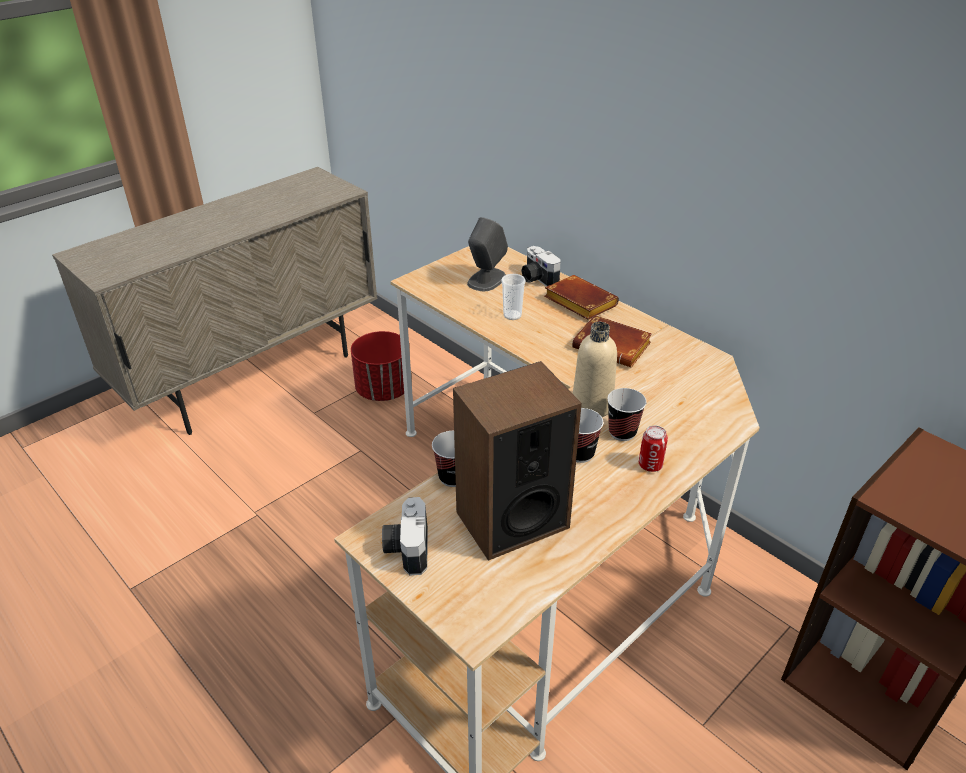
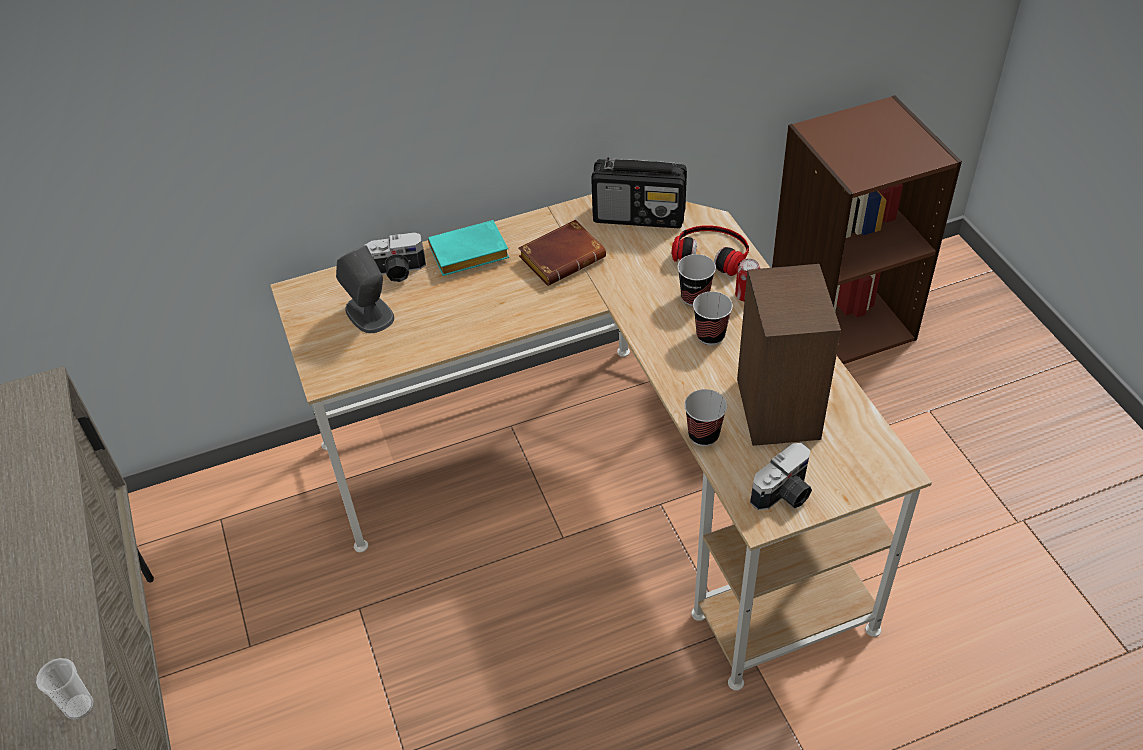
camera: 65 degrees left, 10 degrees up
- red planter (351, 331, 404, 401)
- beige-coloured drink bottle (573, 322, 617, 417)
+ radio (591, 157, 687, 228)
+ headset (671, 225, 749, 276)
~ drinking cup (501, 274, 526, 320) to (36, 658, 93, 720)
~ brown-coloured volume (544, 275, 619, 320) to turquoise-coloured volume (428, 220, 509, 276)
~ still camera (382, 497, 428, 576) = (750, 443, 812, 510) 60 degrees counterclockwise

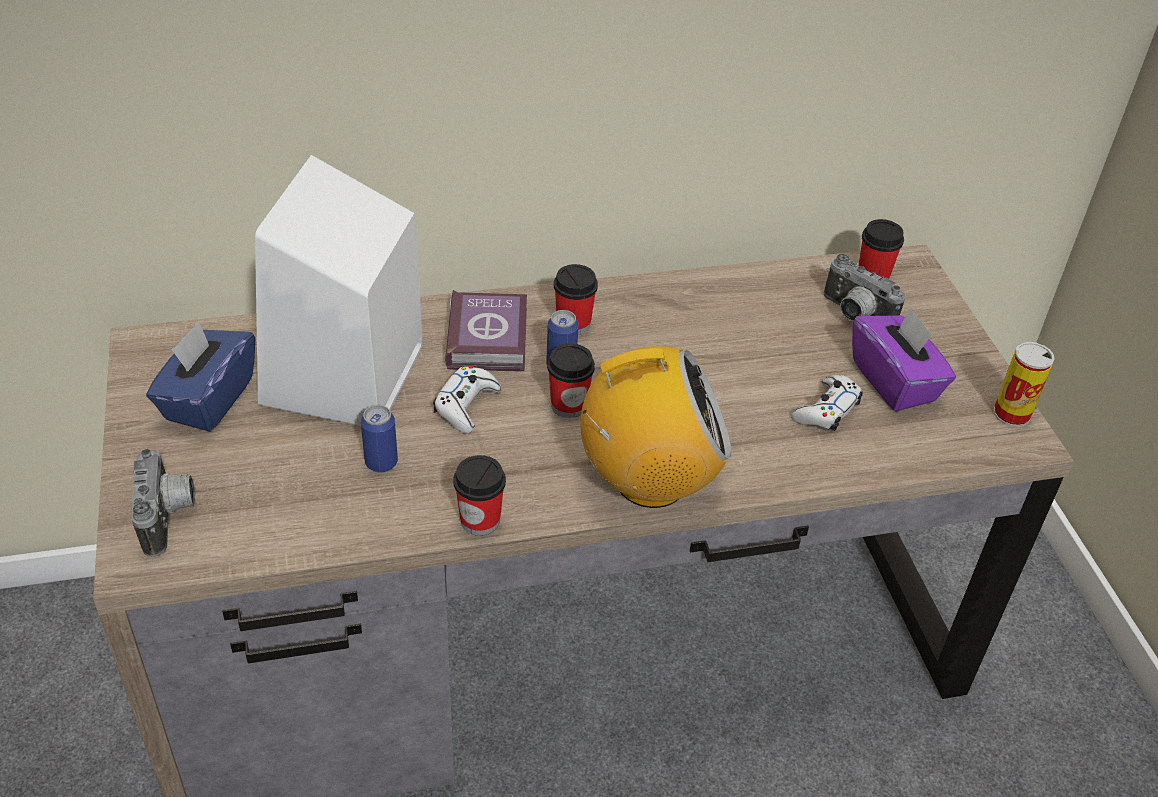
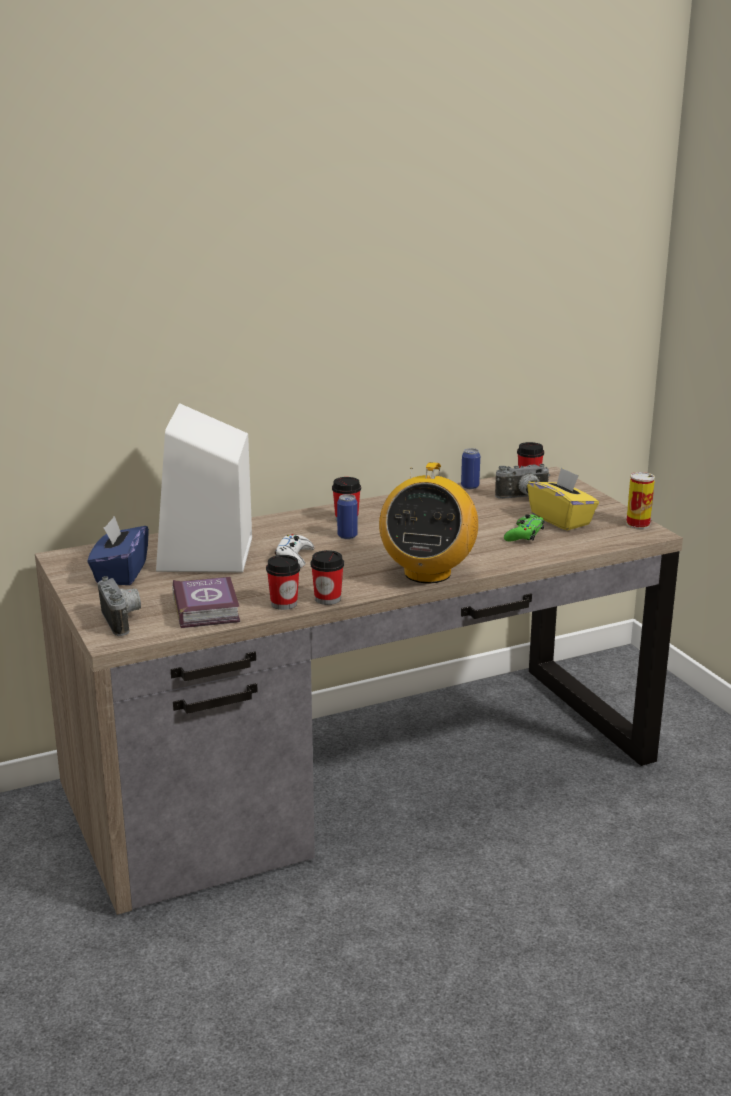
camera: 10 degrees left, 20 degrees down
~ can (361, 405, 398, 473) to (461, 448, 480, 489)
~ volume (445, 290, 527, 372) to (172, 577, 240, 628)
~ drinking cup (547, 343, 595, 418) to (266, 555, 300, 610)
~ white-coloured joypad (792, 375, 863, 431) to green-coloured joypad (504, 514, 545, 541)
~ purplish box of tissues (852, 307, 956, 411) to yellow-coloured box of tissues (527, 467, 599, 531)
~ radio (580, 346, 732, 508) = (379, 462, 478, 583) 120 degrees clockwise
~ still camera (824, 254, 906, 321) = (495, 464, 550, 499) 45 degrees counterclockwise

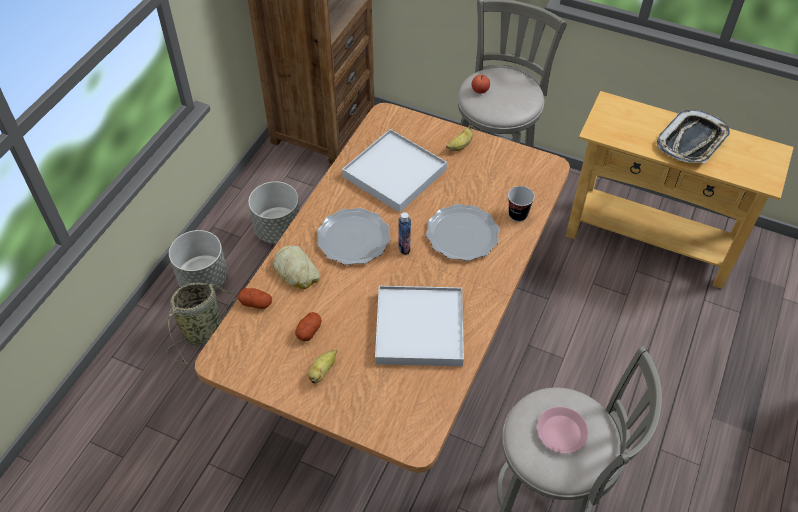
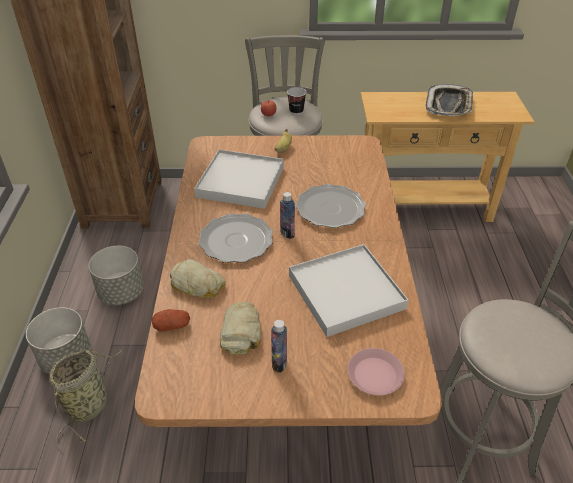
camera: 25 degrees left, 10 degrees down
~ drinking cup (508, 186, 535, 222) to (287, 87, 307, 115)
~ pink plate (537, 407, 588, 454) to (347, 348, 405, 396)
~ spud (295, 312, 322, 341) to baked bread (220, 301, 261, 355)
~ whole banana (308, 349, 337, 383) to drink bottle (271, 320, 287, 373)

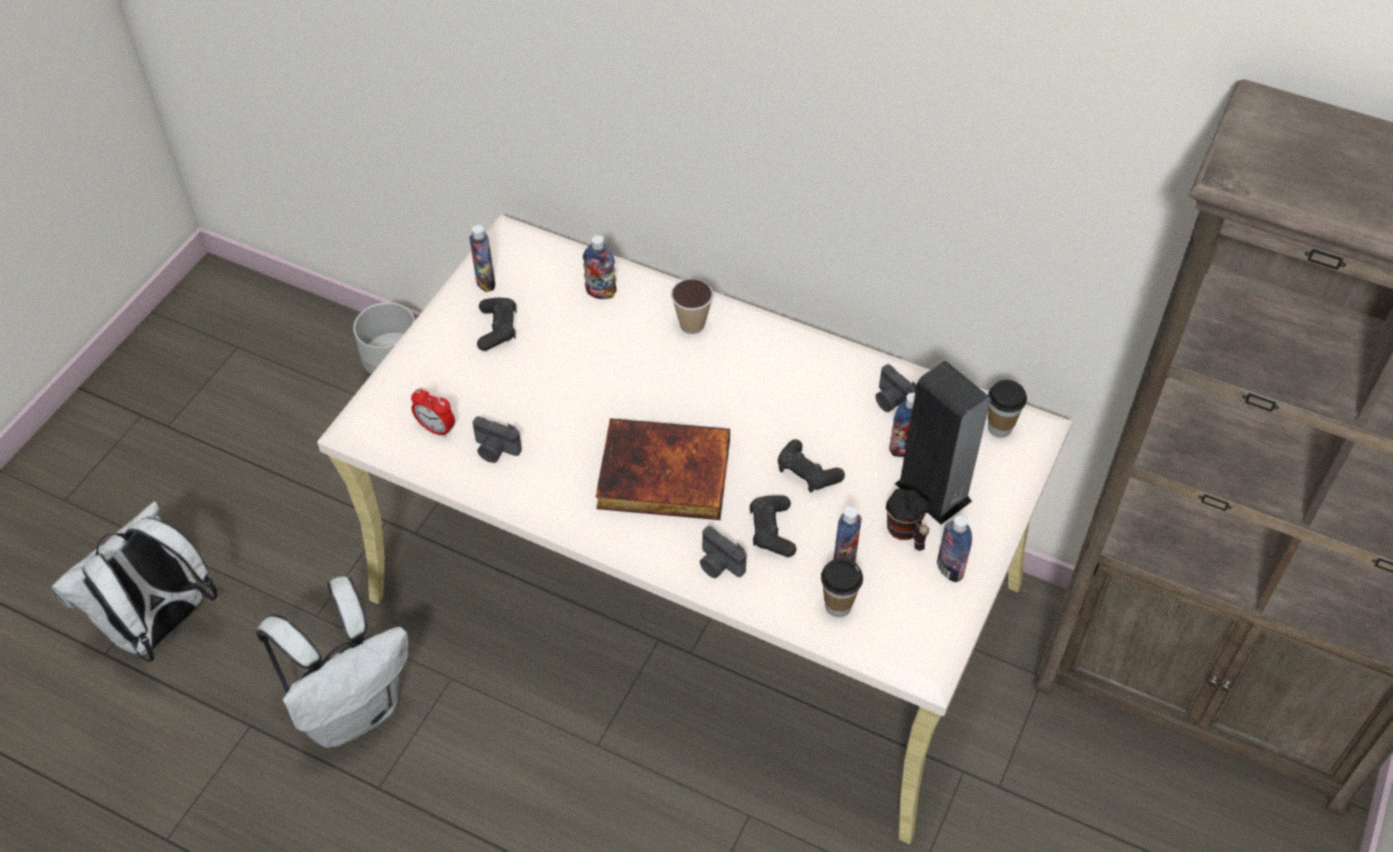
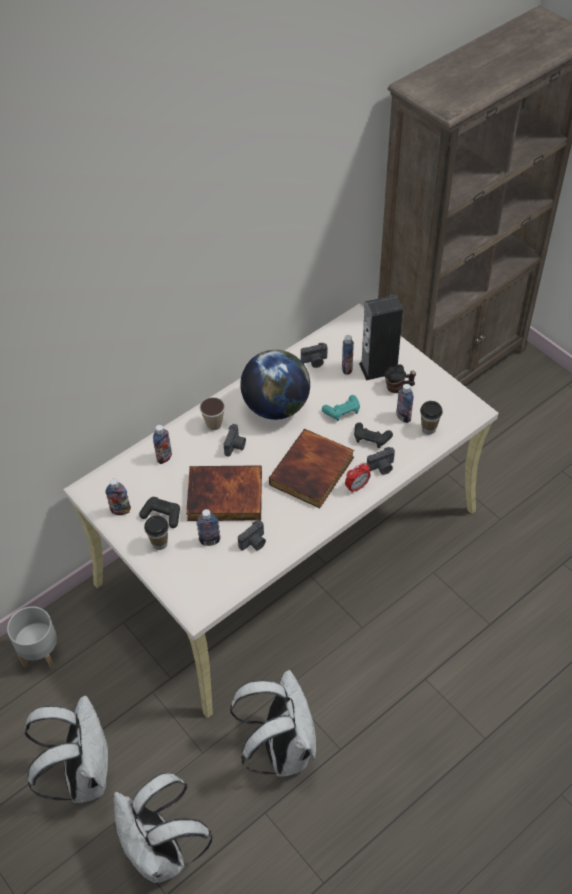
camera: 65 degrees left, 0 degrees up
+ white-coloured backpack (25, 696, 109, 803)
+ volume (186, 465, 262, 521)
+ still camera (224, 424, 246, 457)
+ desk globe (240, 349, 310, 420)
~ bedside clock (411, 388, 455, 438) to (345, 463, 371, 493)
~ drink bottle (937, 515, 972, 582) to (197, 509, 221, 546)
~ drinking cup (988, 380, 1027, 438) to (144, 515, 169, 550)
~ black joypad (778, 439, 845, 493) to turquoise-coloured joypad (322, 395, 360, 421)

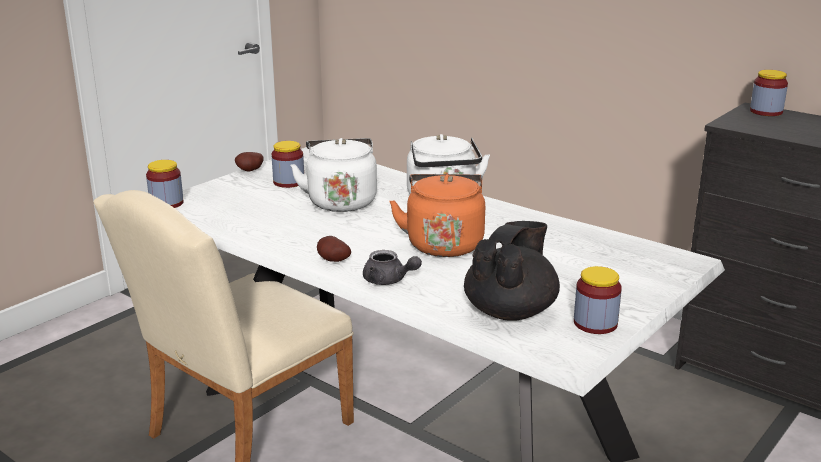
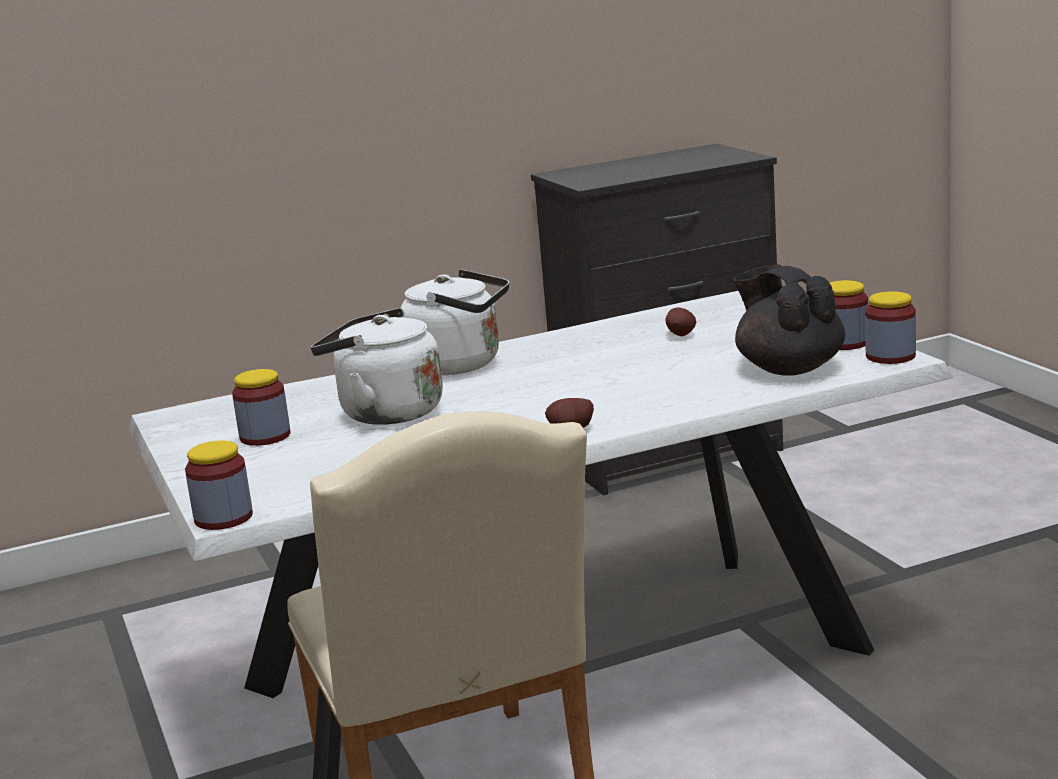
camera: 60 degrees left, 5 degrees down
- gray tea pot (363, 250, 422, 285)
- orange tea kettle (389, 174, 485, 257)
~ spud (235, 152, 264, 172) to (666, 307, 696, 336)
~ storage jar (750, 70, 788, 116) to (865, 291, 916, 364)

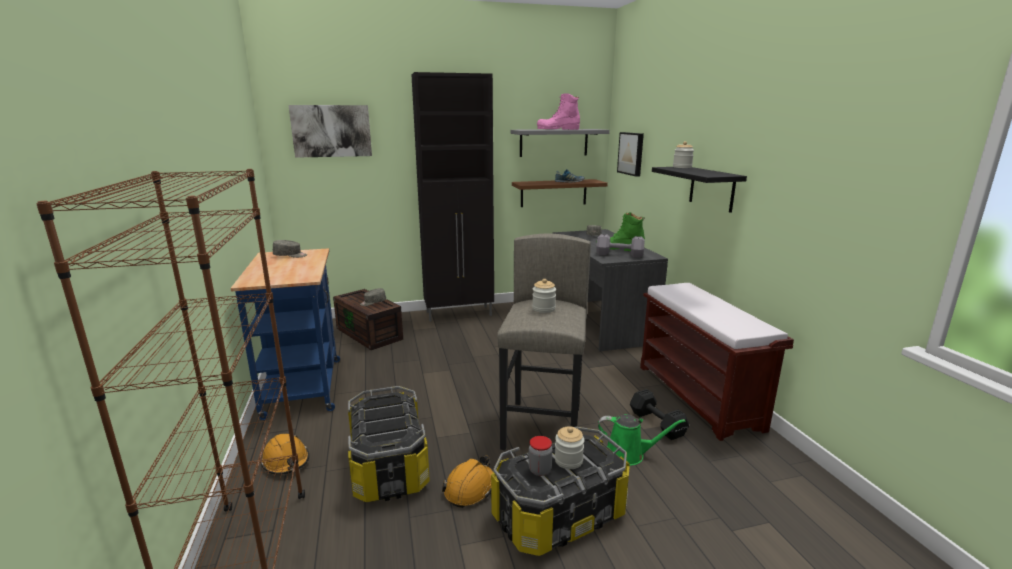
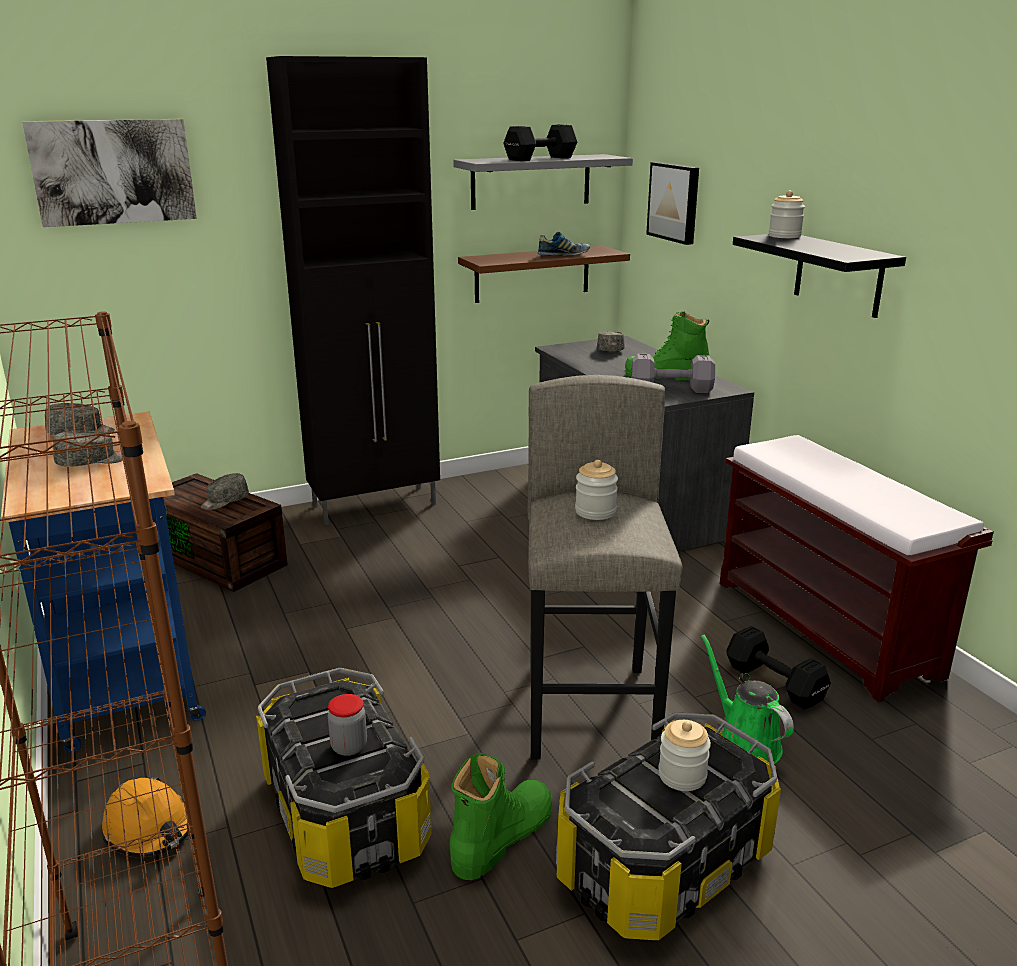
camera: 10 degrees left, 5 degrees up
+ gray peaked cap (53, 431, 123, 467)
~ storage jar (529, 436, 552, 476) to (328, 694, 367, 756)
~ orange hard hat (442, 455, 493, 508) to green-coloured high-top boot (450, 753, 552, 880)
~ pink high-top boot (537, 93, 580, 130) to black dumbbell (503, 125, 577, 161)
~ green-coloured watering pot (598, 414, 685, 466) = (701, 635, 794, 764) 120 degrees counterclockwise

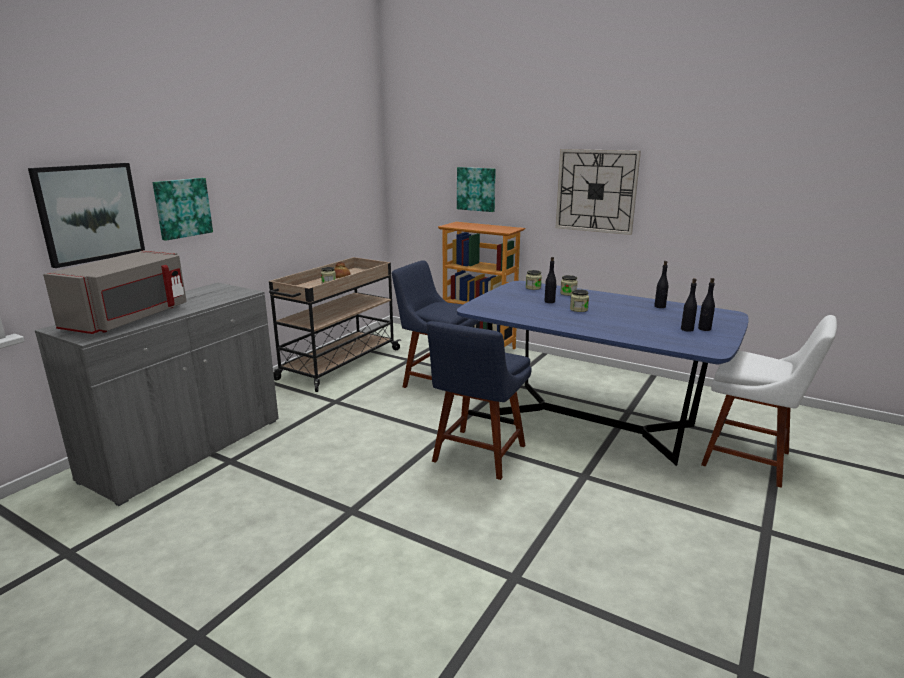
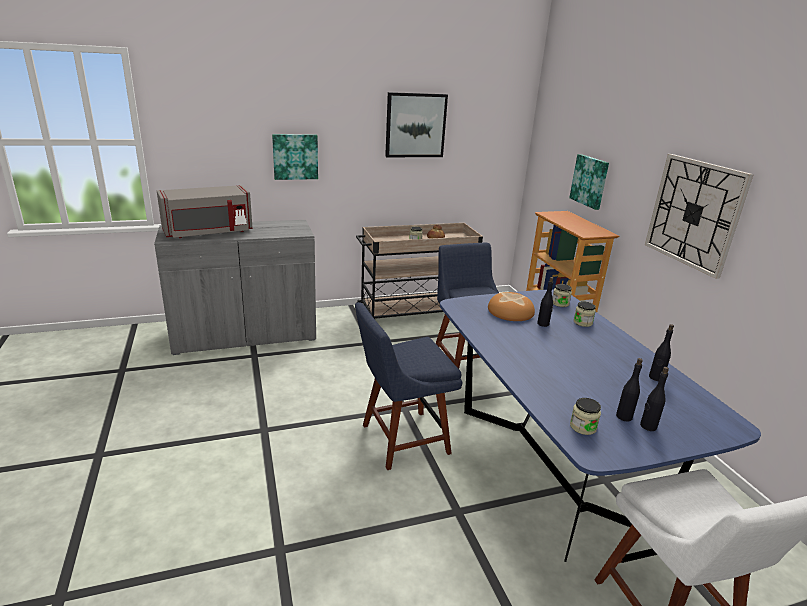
camera: 40 degrees right, 5 degrees up
+ baked bread (488, 292, 535, 321)
~ picture (28, 163, 145, 268) to (385, 92, 448, 157)
~ storage jar (570, 289, 589, 312) to (570, 398, 601, 435)

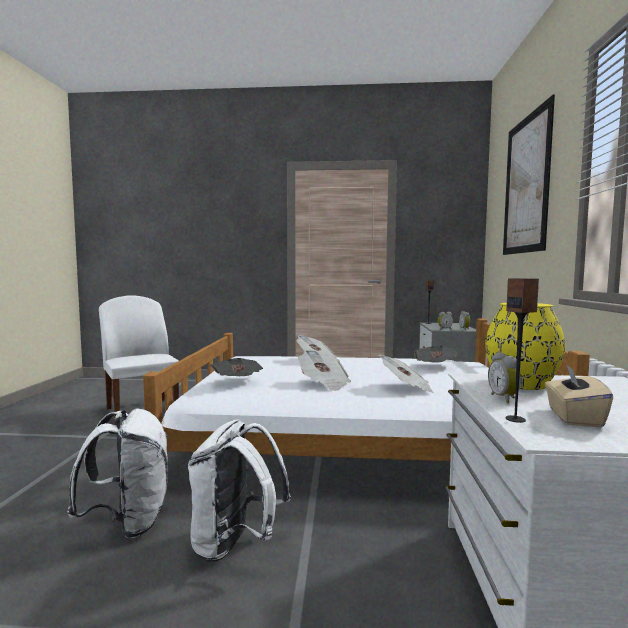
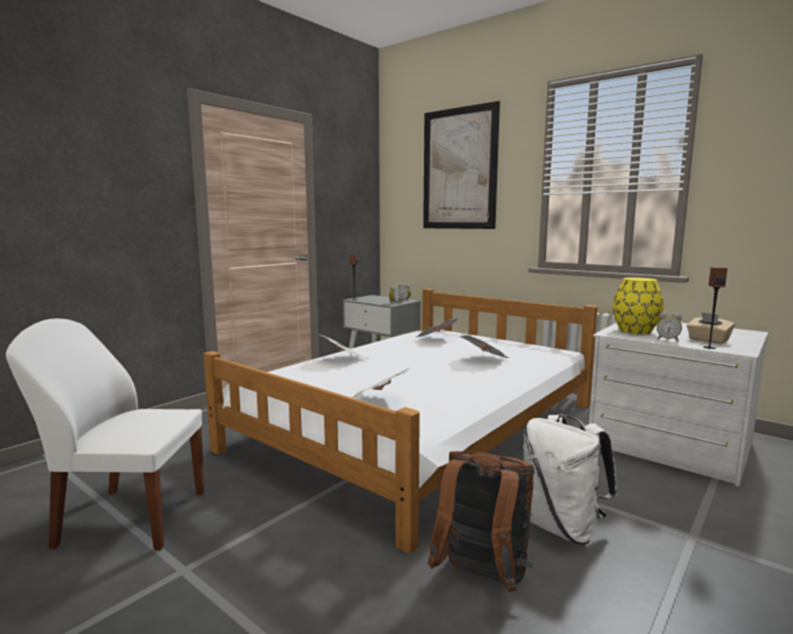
camera: 55 degrees left, 5 degrees up
- daily paper (298, 350, 351, 391)
~ white-coloured backpack (67, 409, 168, 538) to brown-coloured backpack (428, 451, 535, 592)

